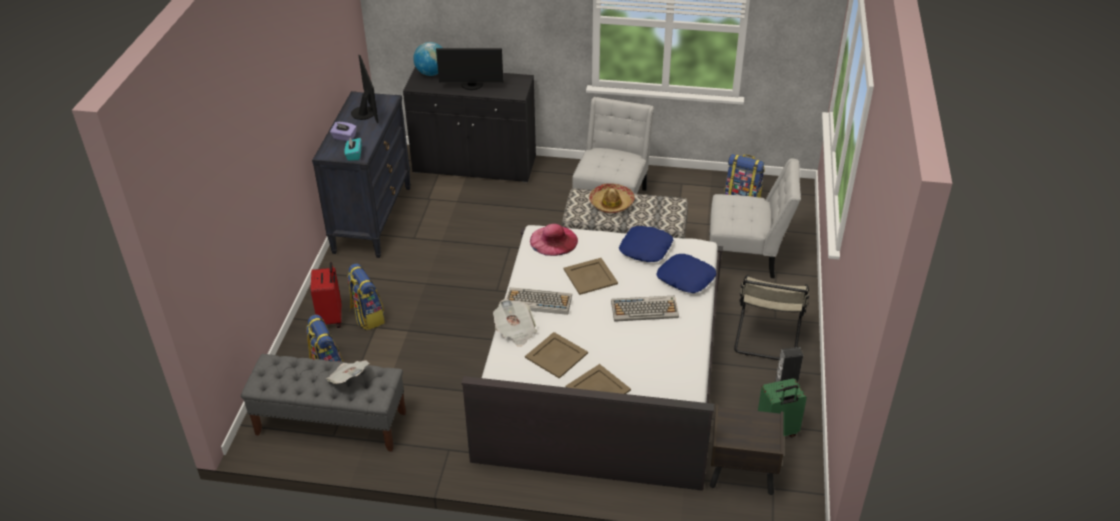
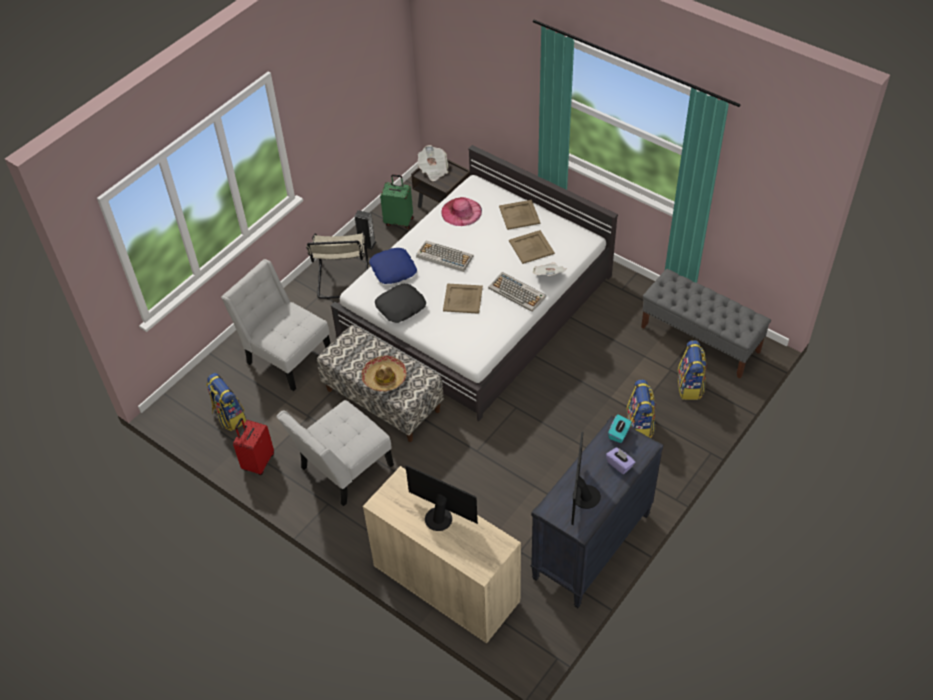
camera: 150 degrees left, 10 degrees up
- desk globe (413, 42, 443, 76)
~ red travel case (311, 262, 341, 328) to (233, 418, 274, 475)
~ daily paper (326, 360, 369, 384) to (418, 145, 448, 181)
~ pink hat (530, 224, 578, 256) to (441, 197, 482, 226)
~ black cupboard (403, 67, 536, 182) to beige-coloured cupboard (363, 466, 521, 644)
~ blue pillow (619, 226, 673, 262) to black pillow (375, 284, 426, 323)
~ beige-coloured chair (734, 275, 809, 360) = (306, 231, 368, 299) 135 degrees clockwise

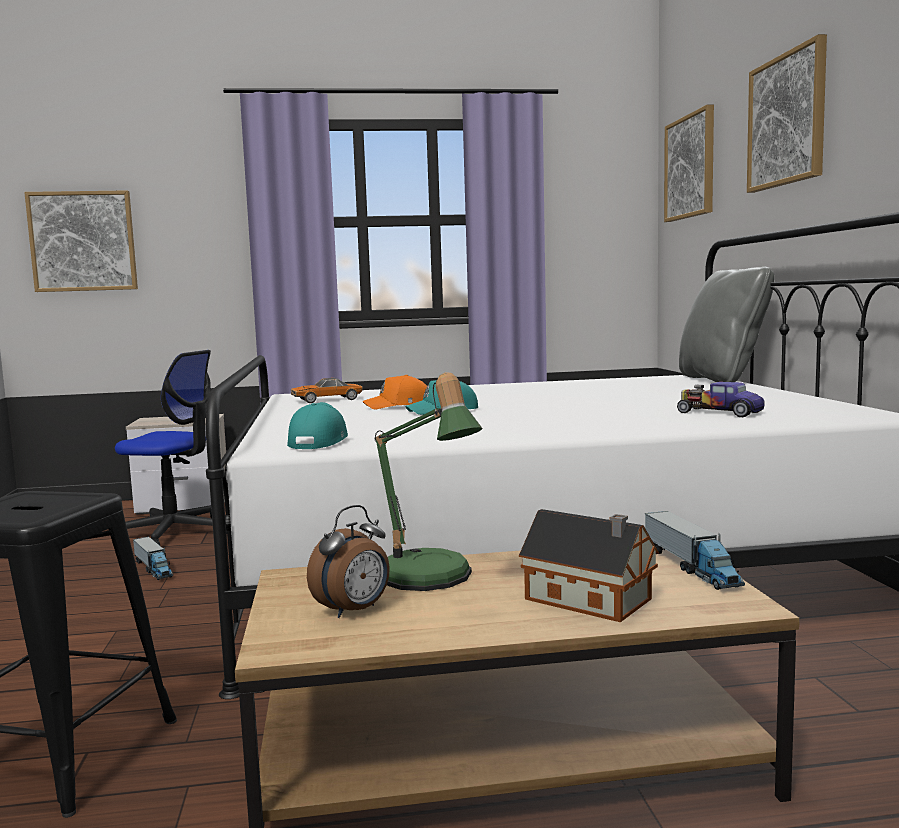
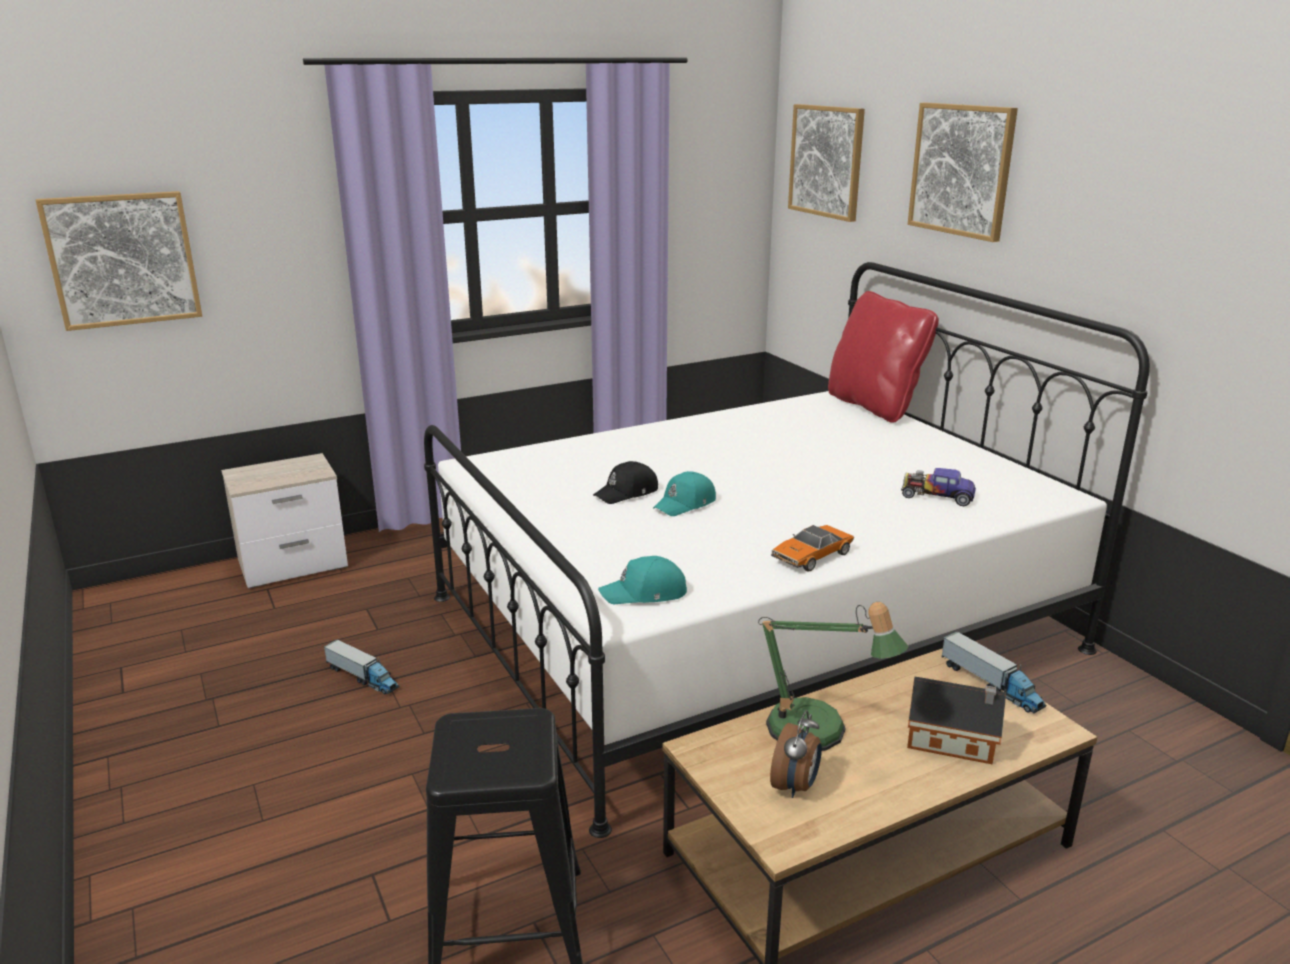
camera: 20 degrees left, 15 degrees up
- desk chair (115, 350, 227, 545)
~ miniature car (291, 378, 363, 403) to (771, 525, 854, 571)
~ orange peaked cap (362, 375, 427, 410) to black peaked cap (593, 461, 658, 504)
~ gray pillow (679, 267, 775, 382) to red pillow (828, 291, 939, 423)
~ turquoise-coloured peaked cap (287, 402, 348, 449) = (598, 556, 687, 604) 90 degrees counterclockwise

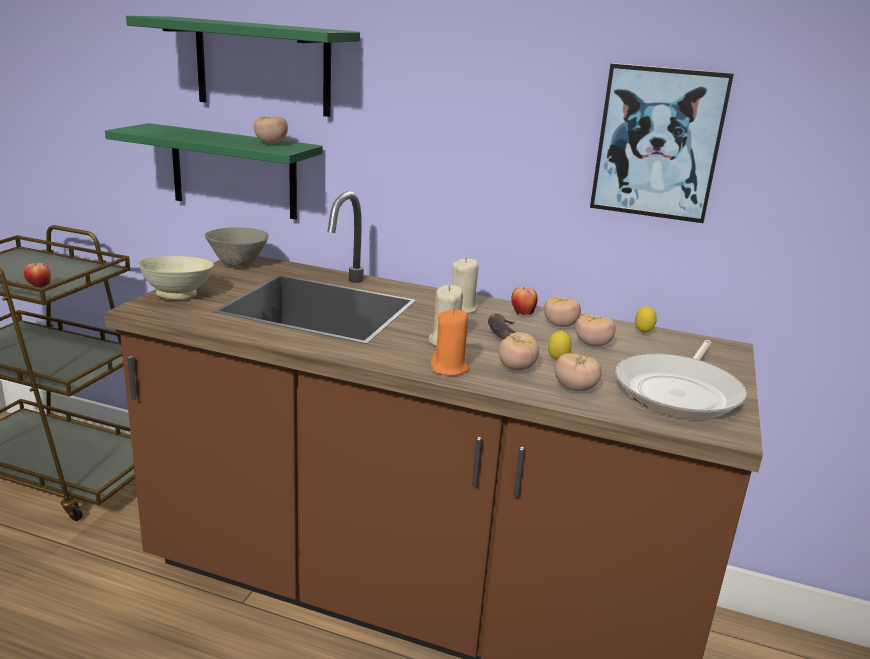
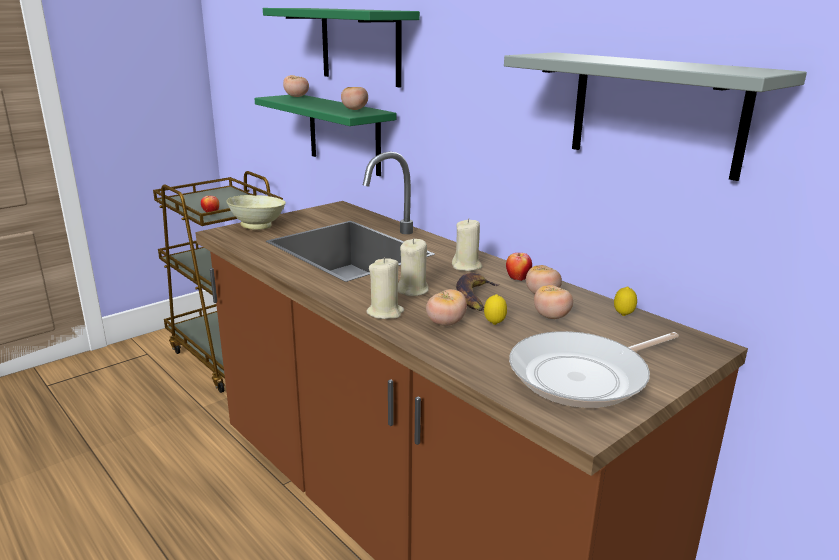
camera: 30 degrees right, 0 degrees up
- gray serving bowl (205, 227, 269, 267)
~ whole tomato (554, 353, 602, 391) to (283, 75, 309, 97)
~ picture (590, 63, 734, 223) to gray bracket shelf (504, 52, 807, 181)
~ orange wax light (430, 309, 469, 376) to beige-coloured wax light (366, 257, 404, 319)

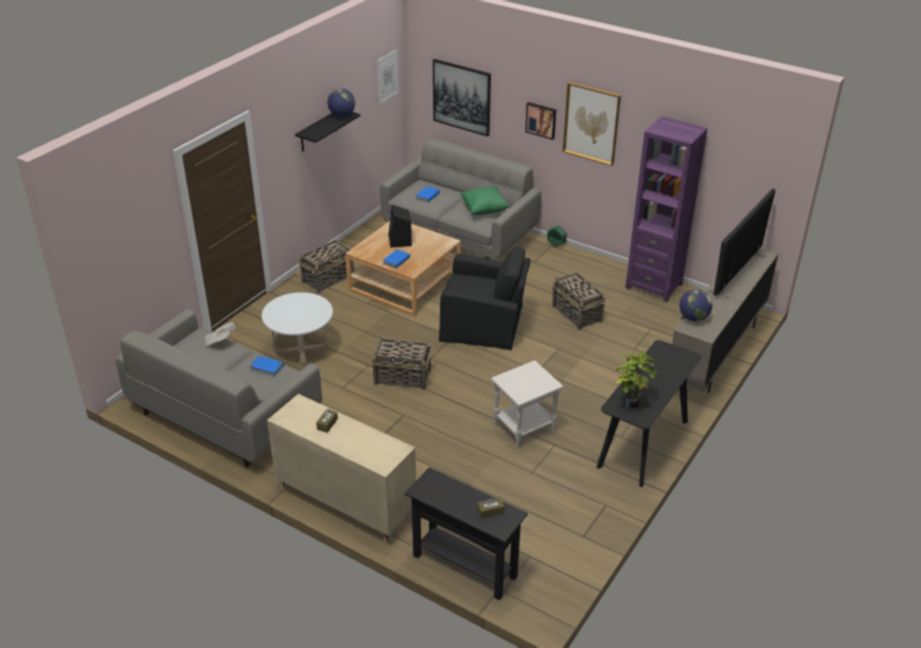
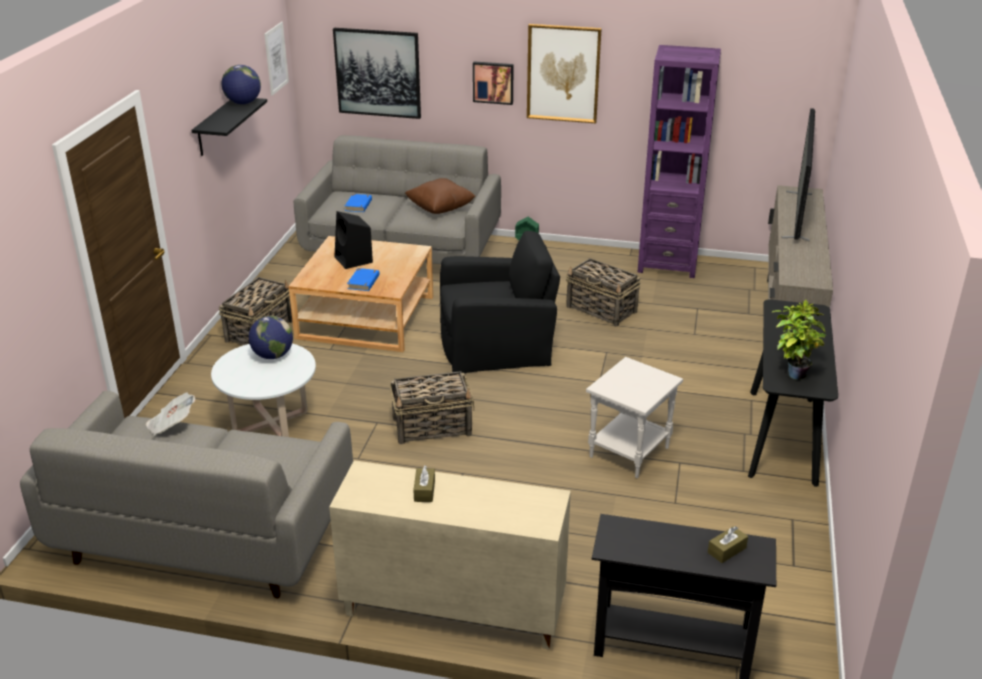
camera: 20 degrees left, 5 degrees down
- blue volume (249, 356, 284, 377)
~ desk globe (679, 289, 712, 321) to (249, 316, 293, 359)
~ green-coloured pillow (460, 186, 509, 215) to brown-coloured pillow (405, 178, 475, 214)

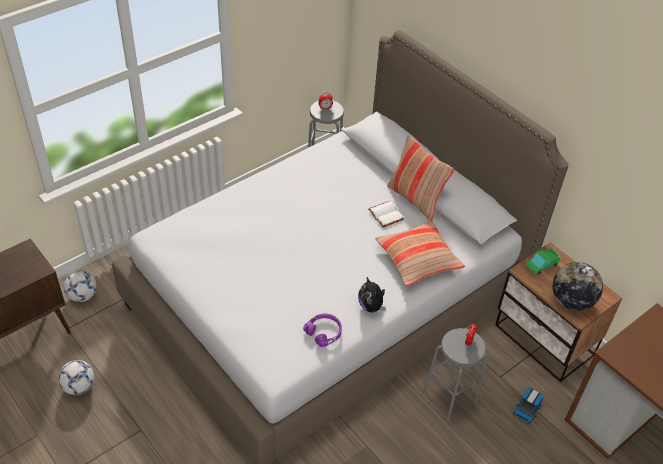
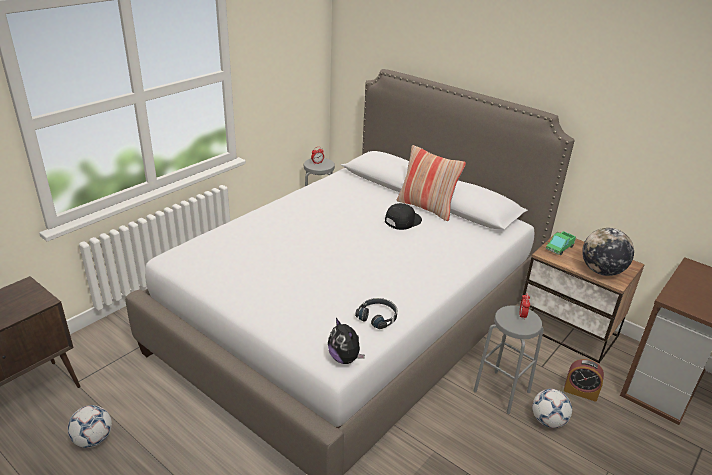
camera: 10 degrees left, 15 degrees down
- pillow (375, 221, 465, 287)
~ ball for football (64, 270, 97, 302) to (533, 389, 572, 428)
~ soft toy (358, 277, 386, 312) to (328, 318, 365, 364)
~ white-coloured volume (368, 201, 404, 227) to black peaked cap (385, 203, 422, 230)
~ model truck (512, 387, 544, 424) to bedside clock (564, 359, 604, 402)
~ purplish headset (303, 314, 342, 347) to black headset (355, 298, 397, 329)

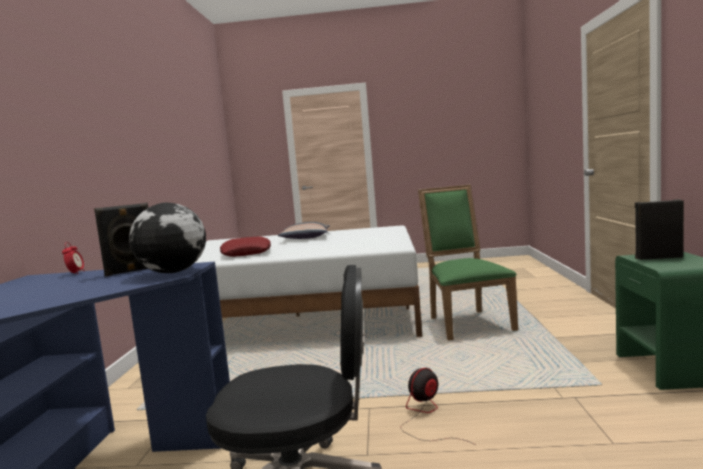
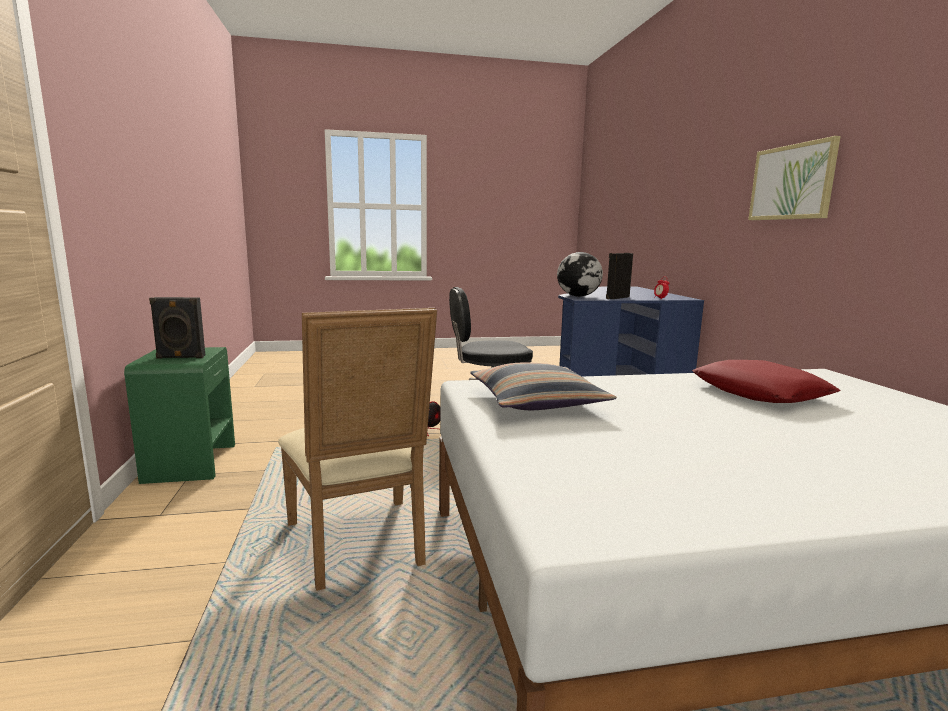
camera: 165 degrees right, 5 degrees up
+ picture (748, 136, 841, 220)
~ pillow (278, 222, 330, 239) to (470, 362, 617, 410)
~ green-coloured chair (418, 184, 518, 340) to beige-coloured chair (278, 308, 437, 591)

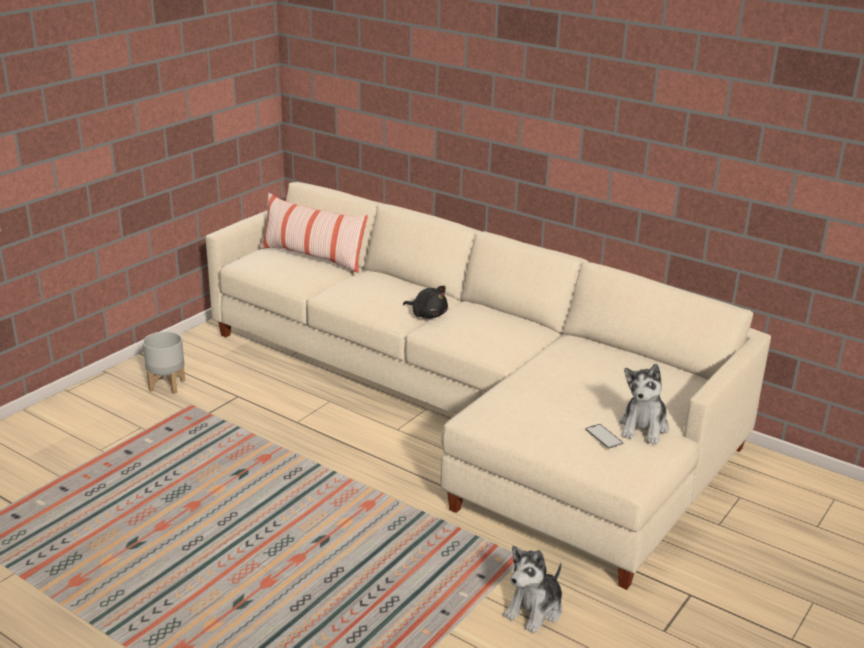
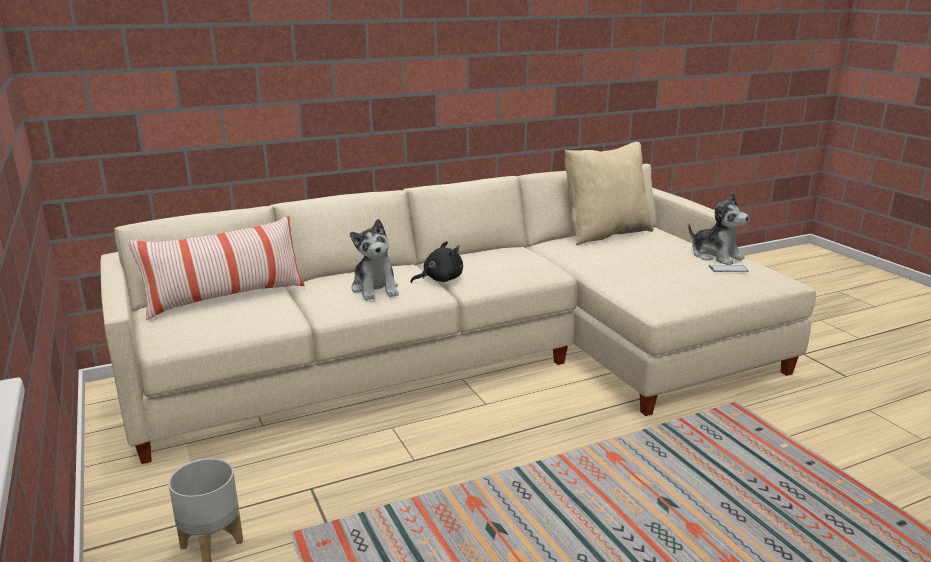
camera: 60 degrees left, 5 degrees down
+ beige-coloured pillow (565, 142, 654, 245)
~ soft toy (503, 546, 562, 633) to (350, 219, 399, 301)

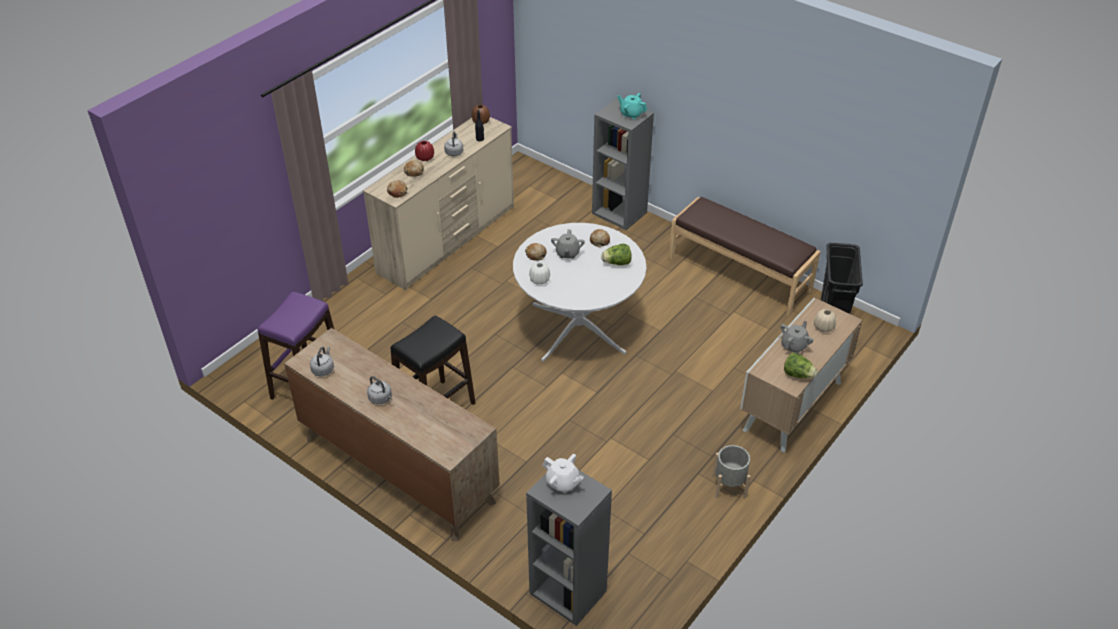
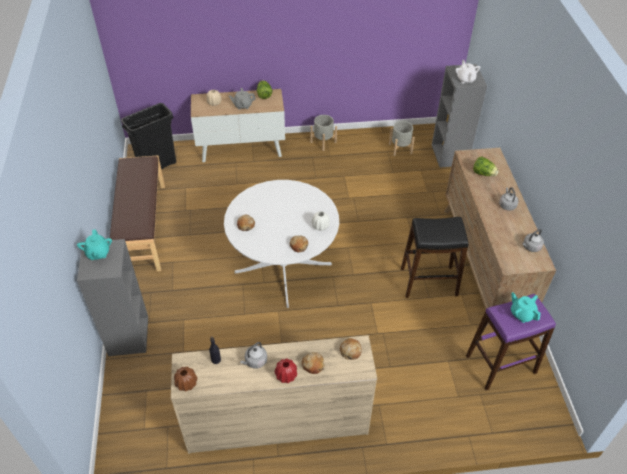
camera: 135 degrees left, 5 degrees up
- gray tea pot (551, 229, 585, 259)
+ gray planter (389, 121, 415, 156)
+ turquoise-coloured tea pot (511, 293, 540, 323)
~ head of lettuce (601, 244, 632, 265) to (473, 156, 499, 176)

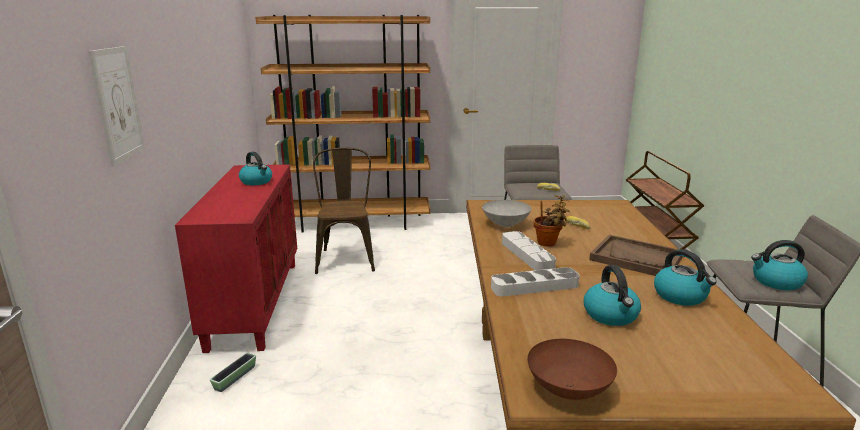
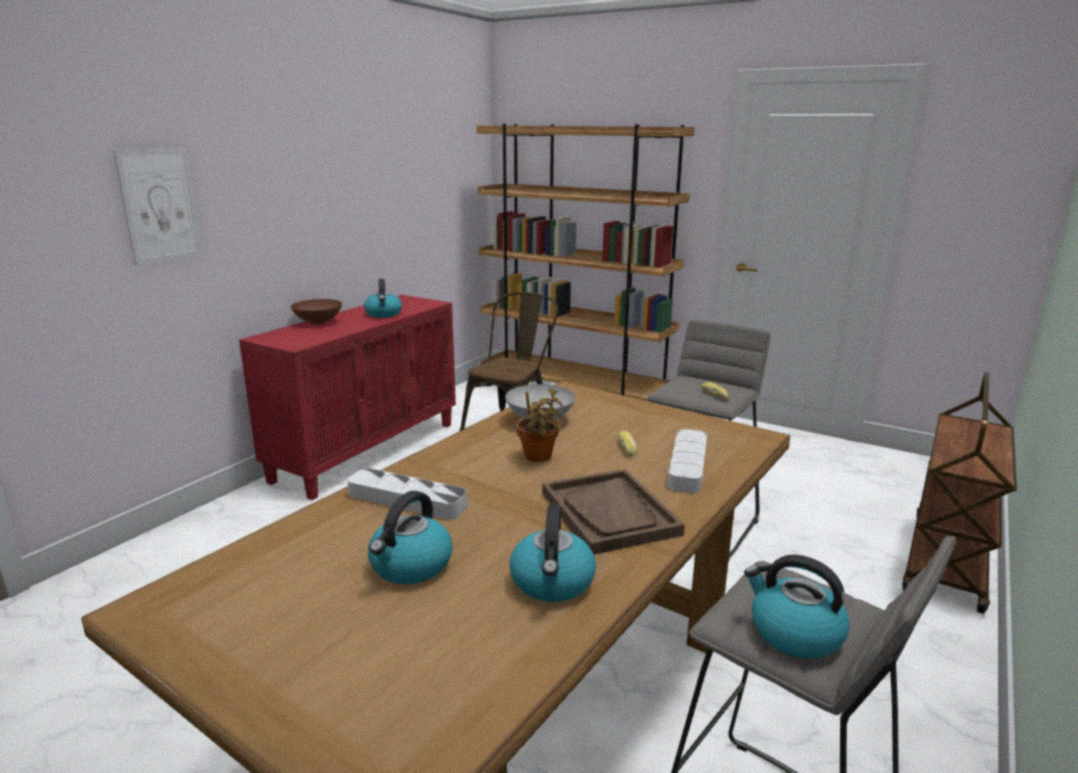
camera: 35 degrees right, 0 degrees up
- planter (210, 353, 256, 392)
~ gray tray (502, 231, 556, 270) to (667, 429, 707, 493)
~ brown-coloured serving bowl (527, 339, 617, 400) to (291, 299, 342, 325)

